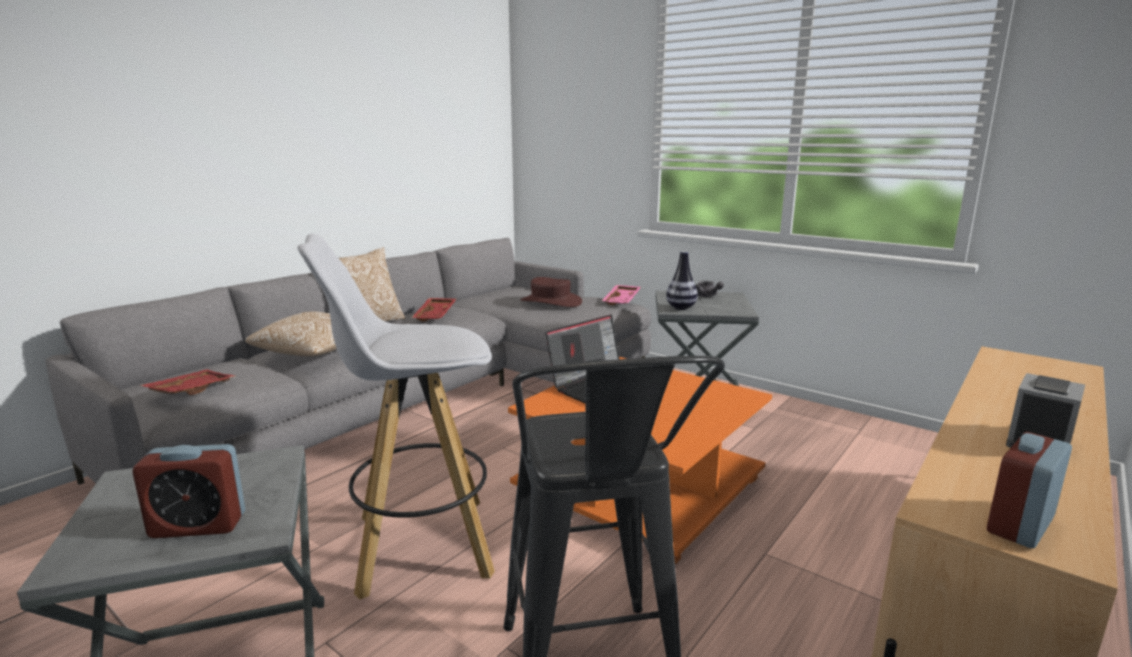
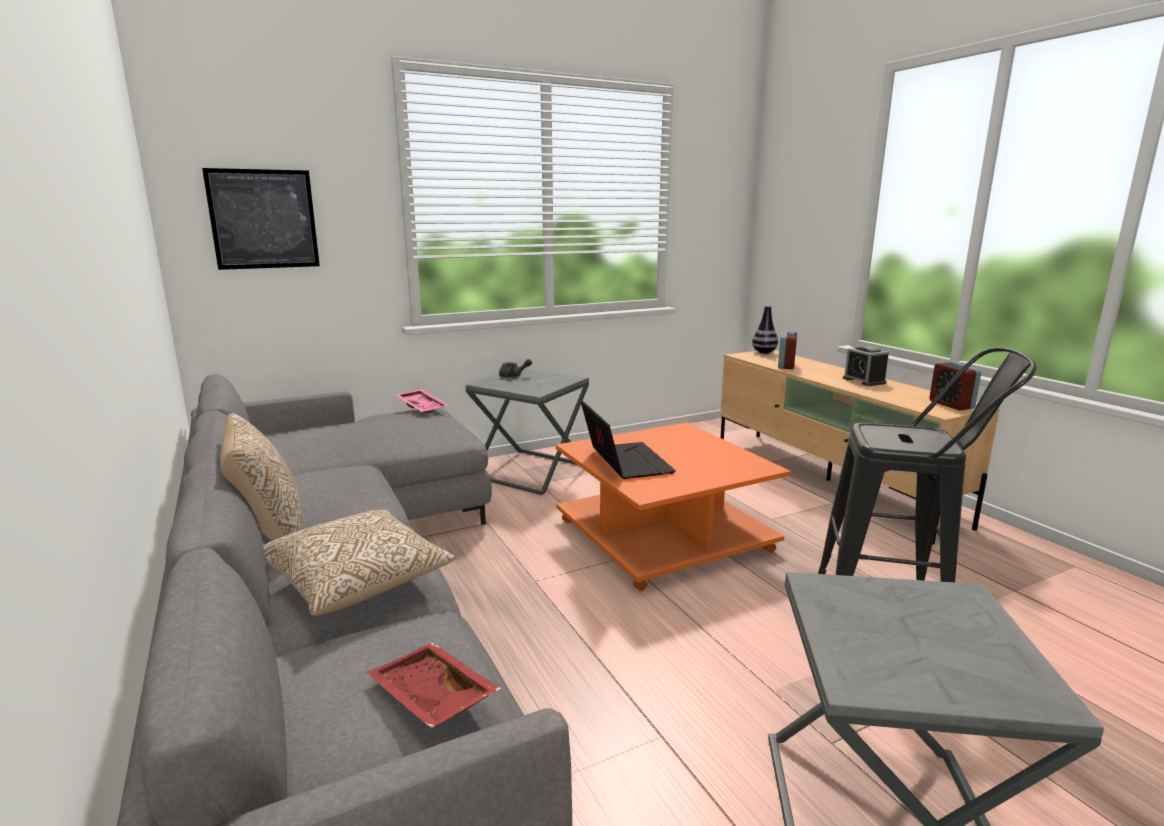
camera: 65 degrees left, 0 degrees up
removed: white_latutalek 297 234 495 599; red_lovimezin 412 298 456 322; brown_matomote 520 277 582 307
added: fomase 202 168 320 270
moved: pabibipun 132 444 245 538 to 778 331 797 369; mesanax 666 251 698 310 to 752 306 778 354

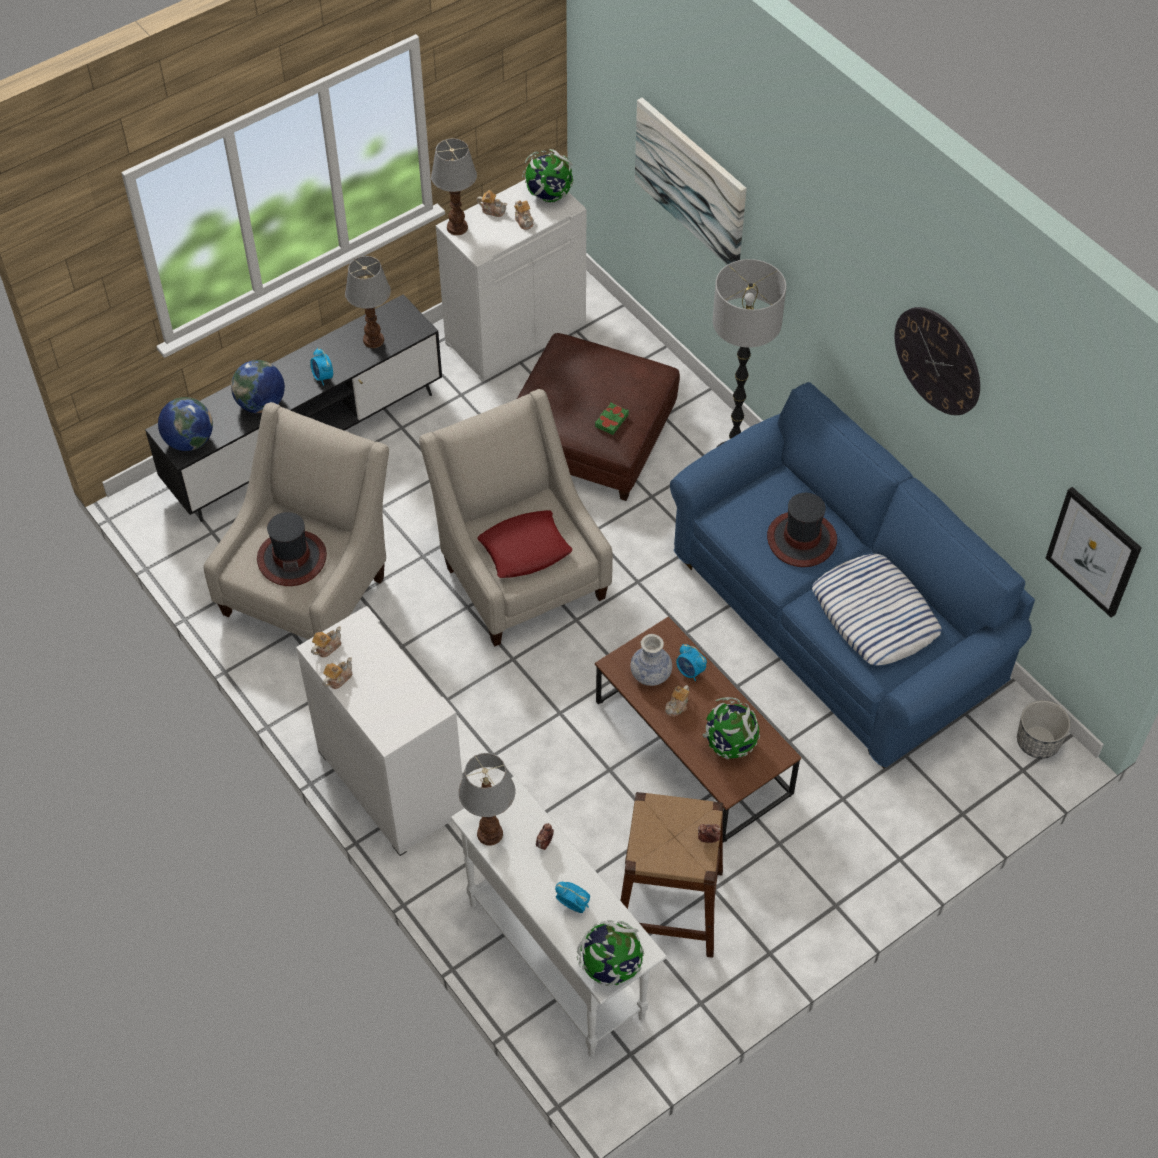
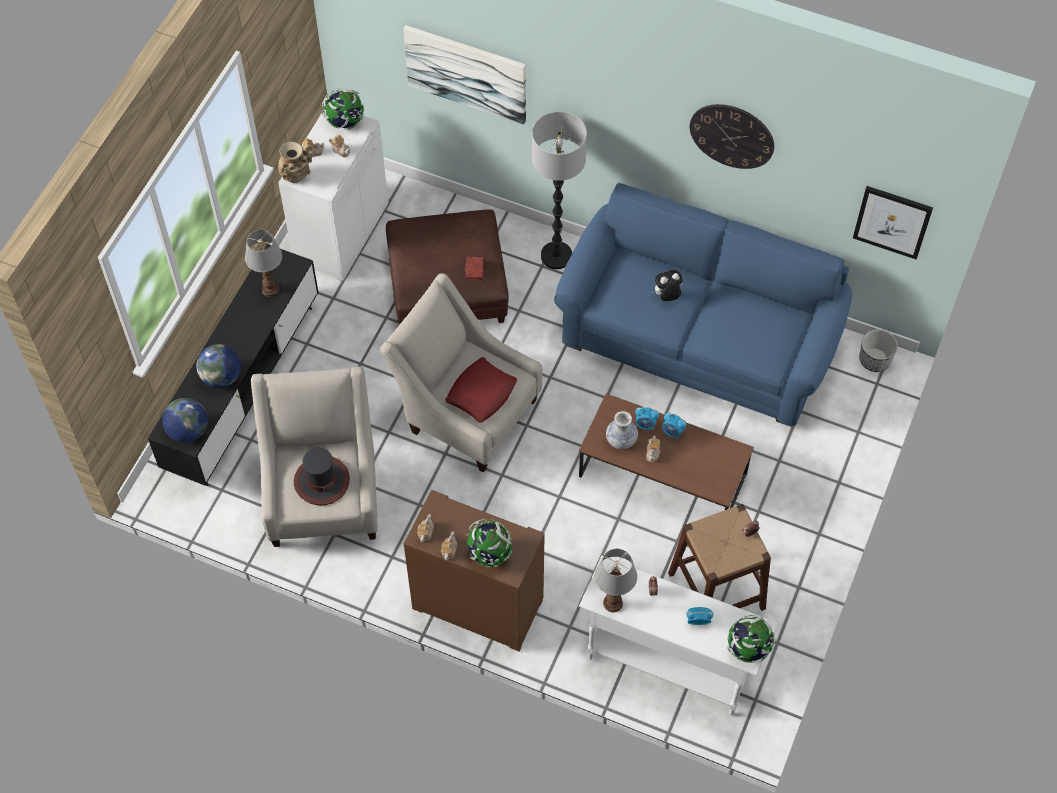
camera: 30 degrees left, 5 degrees up
removed: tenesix 812 554 942 666
moved: pabibipun 310 348 333 386 to 662 413 686 439; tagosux 703 697 760 759 to 466 519 512 568
replaced: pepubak 431 138 477 235 to beige_mesanax 278 141 312 183; matomote 767 493 837 567 to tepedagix 652 270 683 301
recoloured: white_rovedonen 296 606 464 856 to brown_rovedonen 404 490 545 651; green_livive 595 402 629 435 to red_livive 465 257 484 280

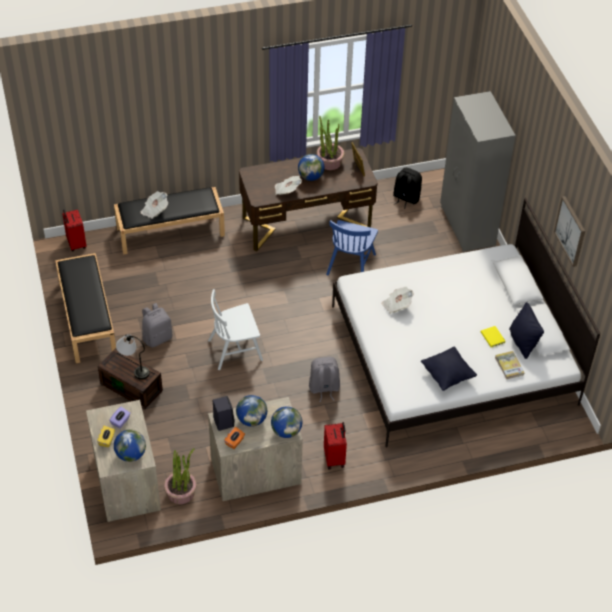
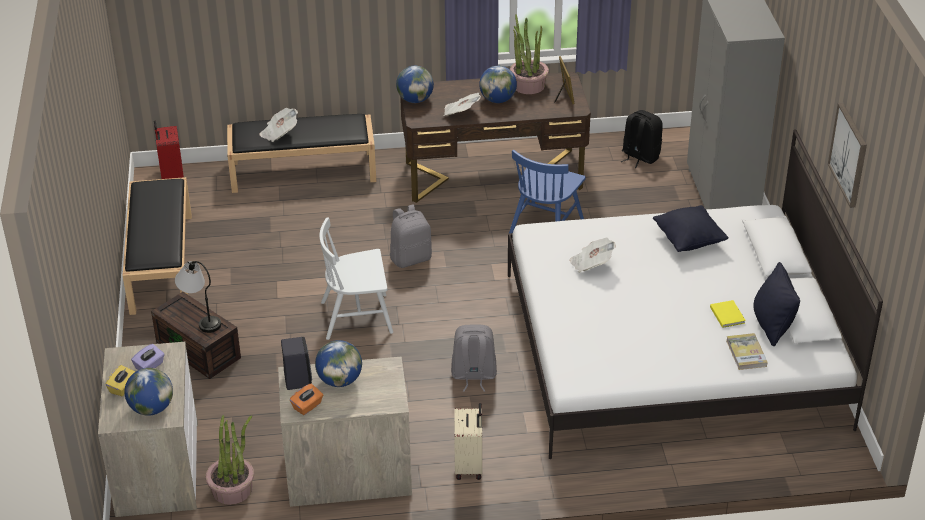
camera: 10 degrees right, 10 degrees down
moved: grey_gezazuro 142 303 172 348 to 390 205 432 268; tagosux 271 406 302 438 to 396 66 434 103; black_tenesix 421 346 477 391 to 653 205 728 252
recoloured: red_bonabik 324 422 347 469 to beige_bonabik 454 403 482 480

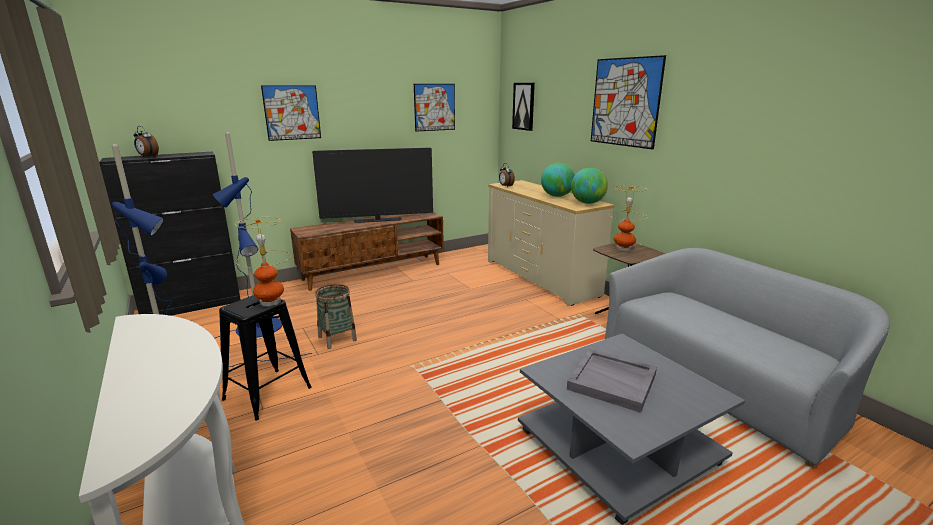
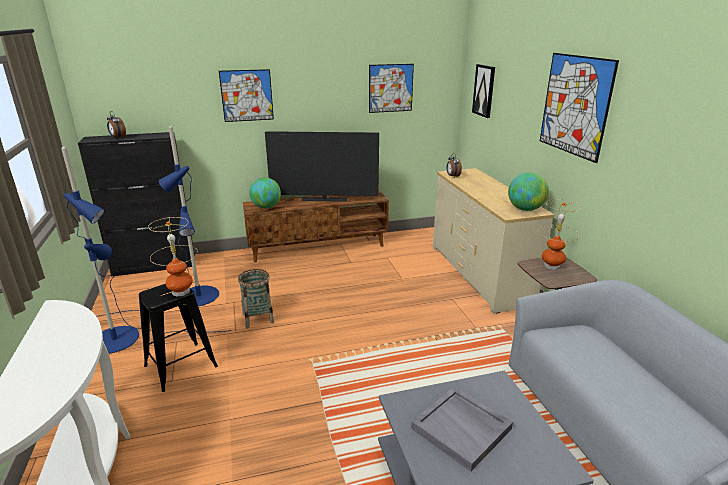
camera: 15 degrees right, 5 degrees up
moved: tagosux 541 163 575 197 to 249 177 281 208

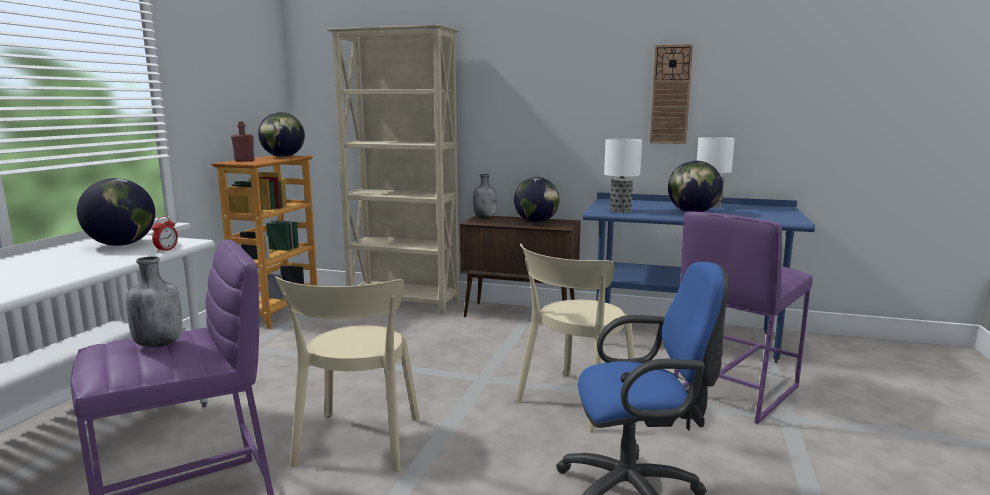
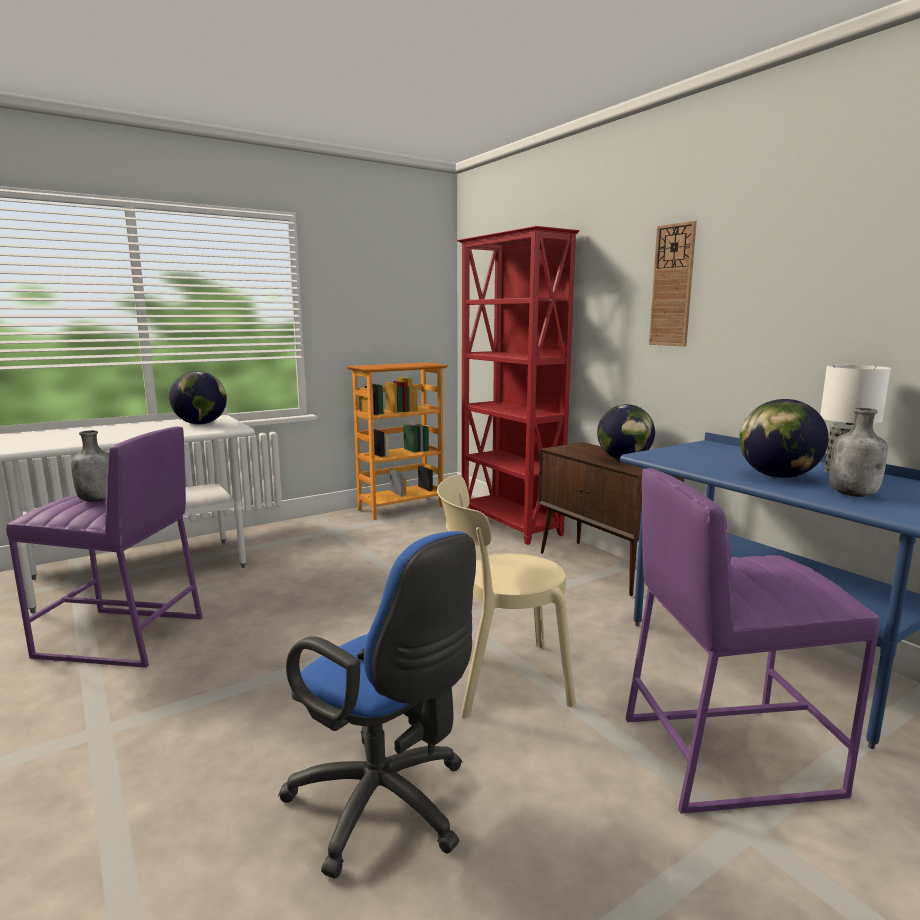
camera: 40 degrees right, 0 degrees up
removed: pabibipun 152 216 178 252; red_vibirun 231 121 255 162; tagosux 258 112 305 157; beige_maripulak 275 276 420 472; pepubak 604 139 642 213
moved: grey_vibirun 473 174 497 218 to 829 408 888 497; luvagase 650 44 693 144 to 649 221 697 346
recoloured: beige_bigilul 327 25 459 314 to red_bigilul 457 226 579 545

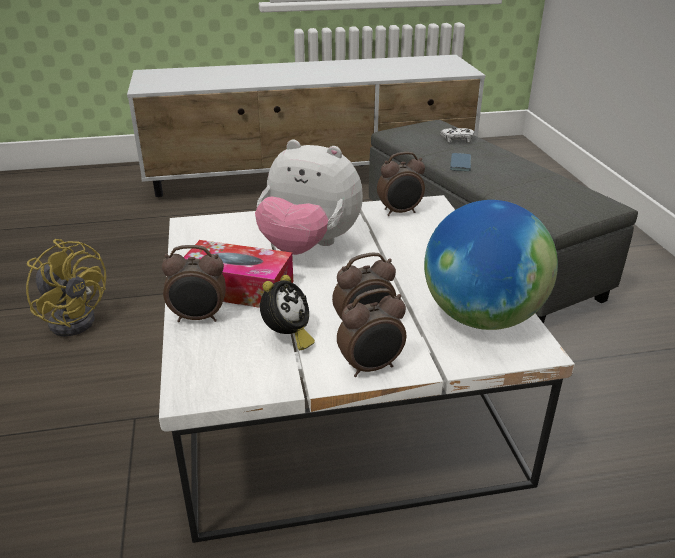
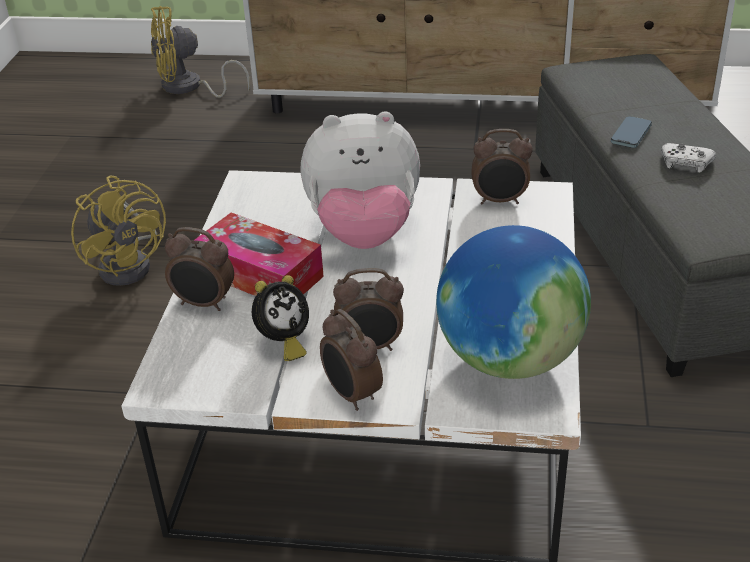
camera: 20 degrees right, 5 degrees up
added: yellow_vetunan 151 6 250 98
moved: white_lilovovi 440 127 474 143 to 661 143 716 173
turned: tepedagix 255 140 363 255 = 301 112 420 249 45 degrees counterclockwise; pabibipun 337 288 406 377 = 320 309 383 411 60 degrees clockwise

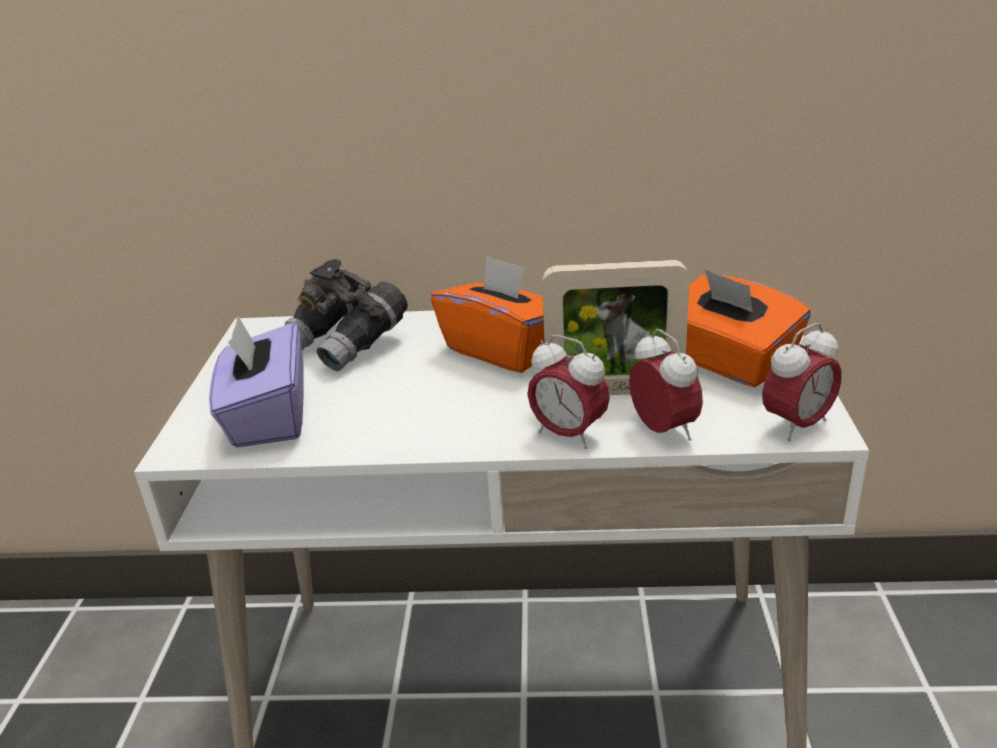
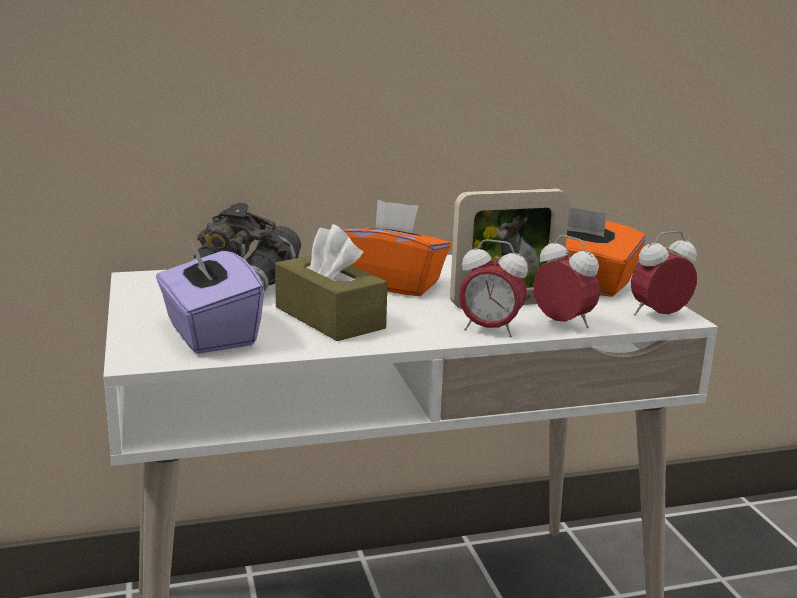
camera: 20 degrees left, 10 degrees down
added: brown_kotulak 275 224 388 341
turned: pabibipun 762 323 841 441 = 631 231 697 315 150 degrees counterclockwise

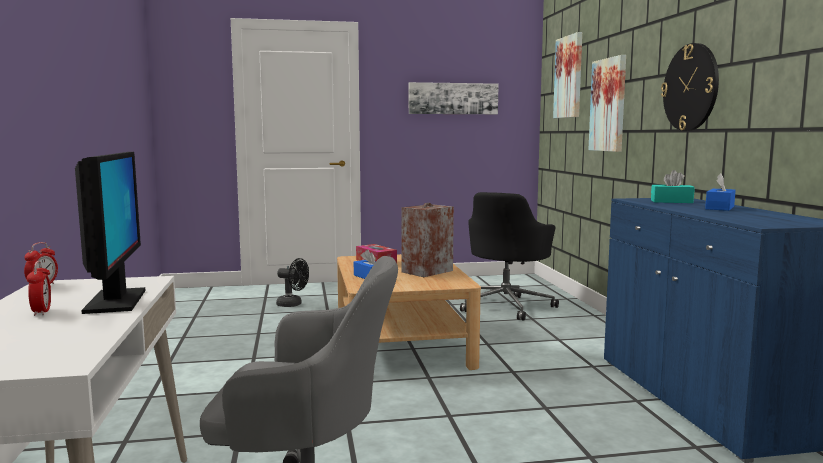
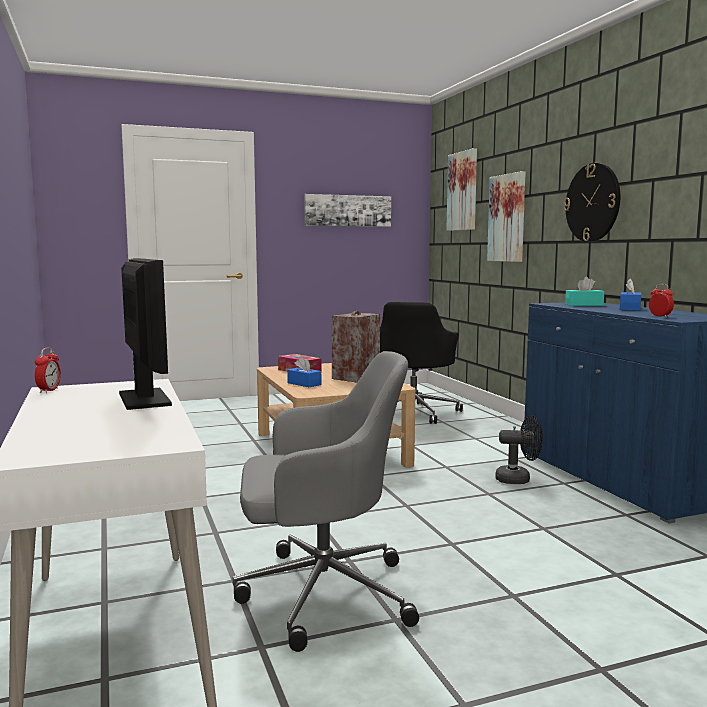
camera: 10 degrees left, 0 degrees up
moved: pabibipun 27 261 51 316 to 649 284 674 317; black_vetunan 276 258 309 307 to 495 415 543 484

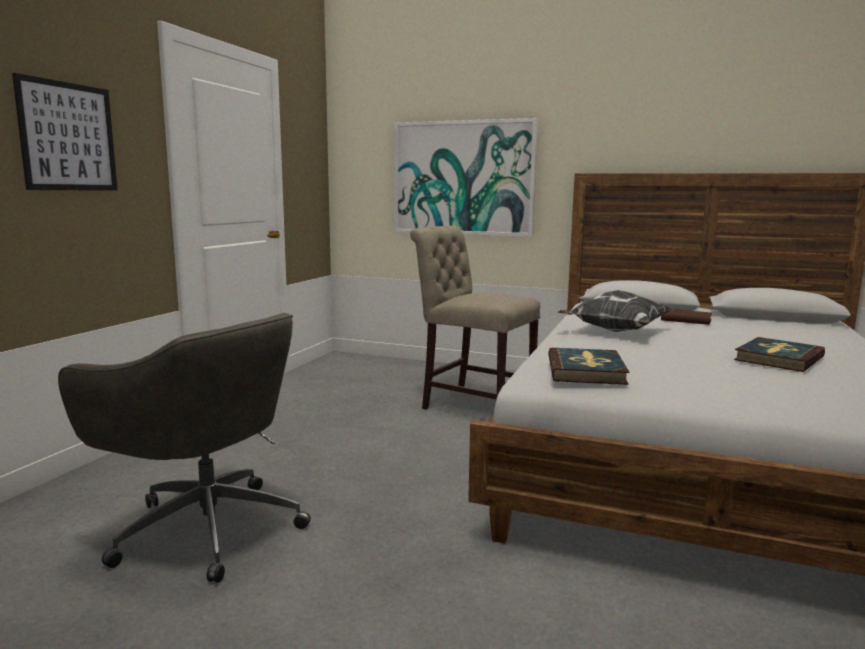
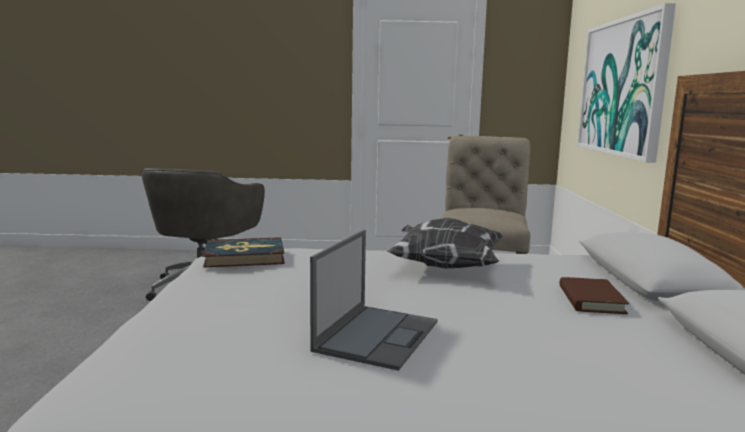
camera: 70 degrees right, 0 degrees up
removed: fomase 12 73 118 191
replaced: livive 734 337 825 372 to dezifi 310 230 437 371

